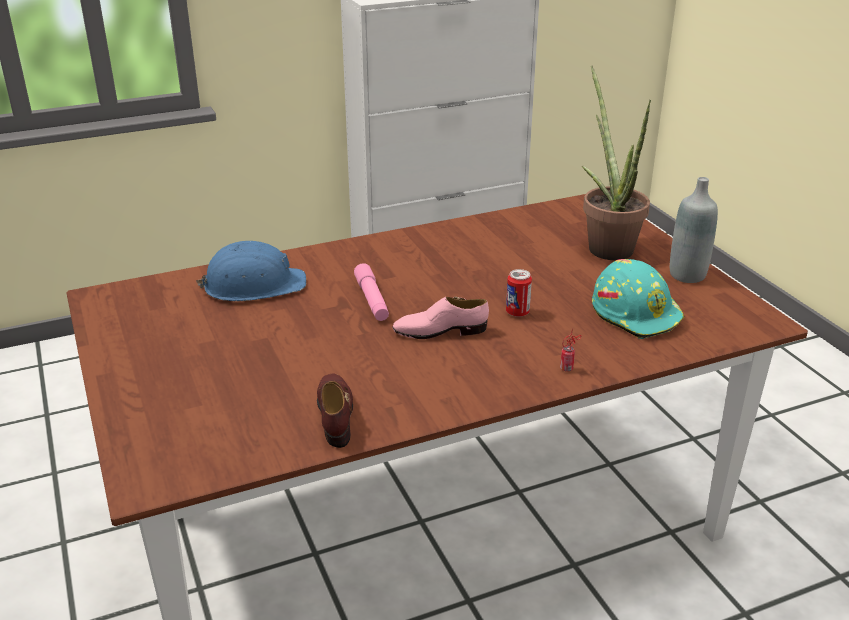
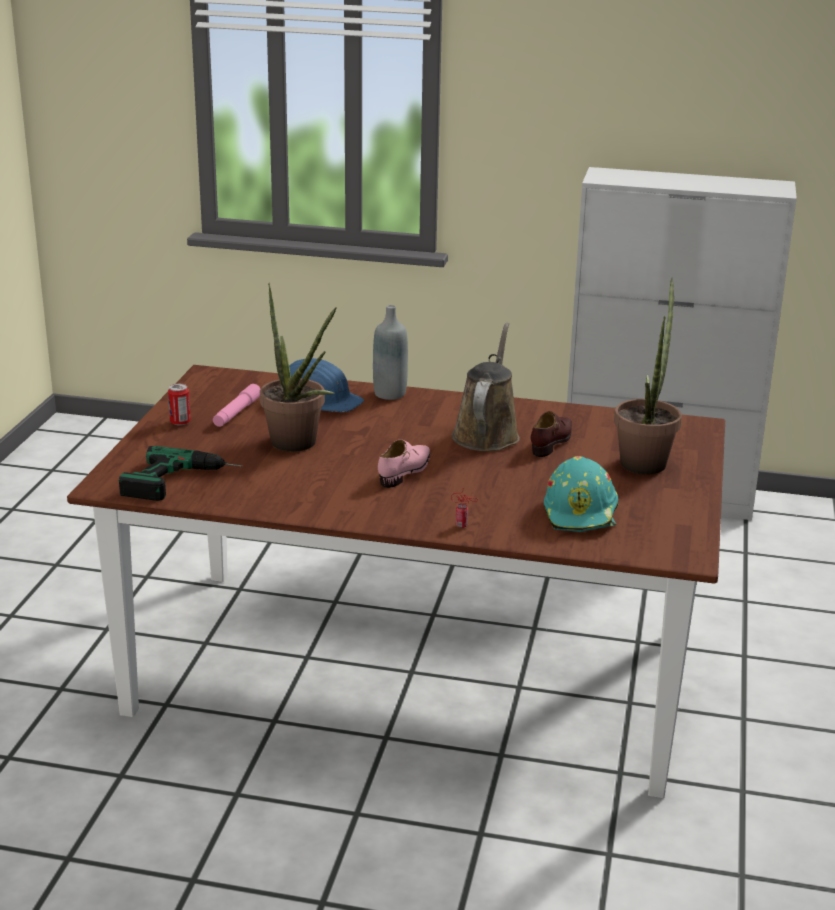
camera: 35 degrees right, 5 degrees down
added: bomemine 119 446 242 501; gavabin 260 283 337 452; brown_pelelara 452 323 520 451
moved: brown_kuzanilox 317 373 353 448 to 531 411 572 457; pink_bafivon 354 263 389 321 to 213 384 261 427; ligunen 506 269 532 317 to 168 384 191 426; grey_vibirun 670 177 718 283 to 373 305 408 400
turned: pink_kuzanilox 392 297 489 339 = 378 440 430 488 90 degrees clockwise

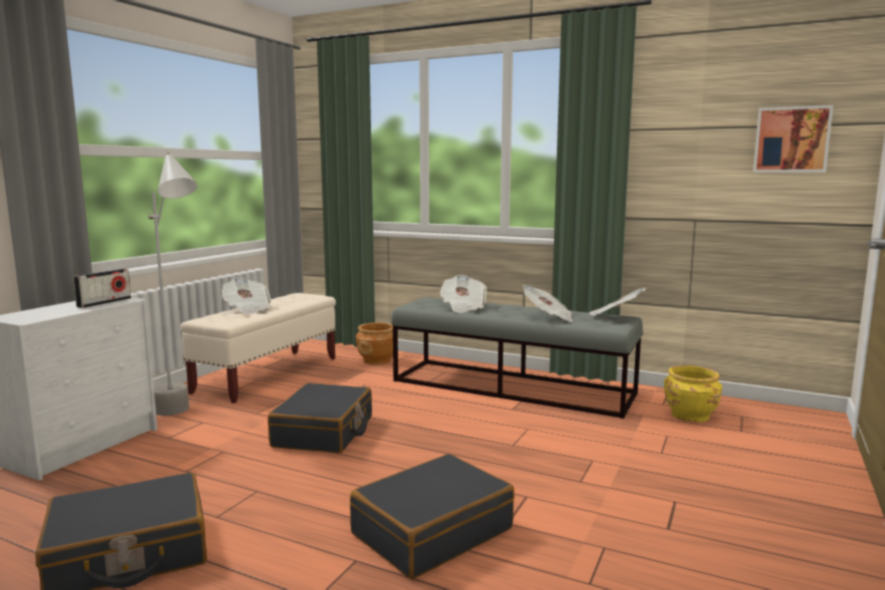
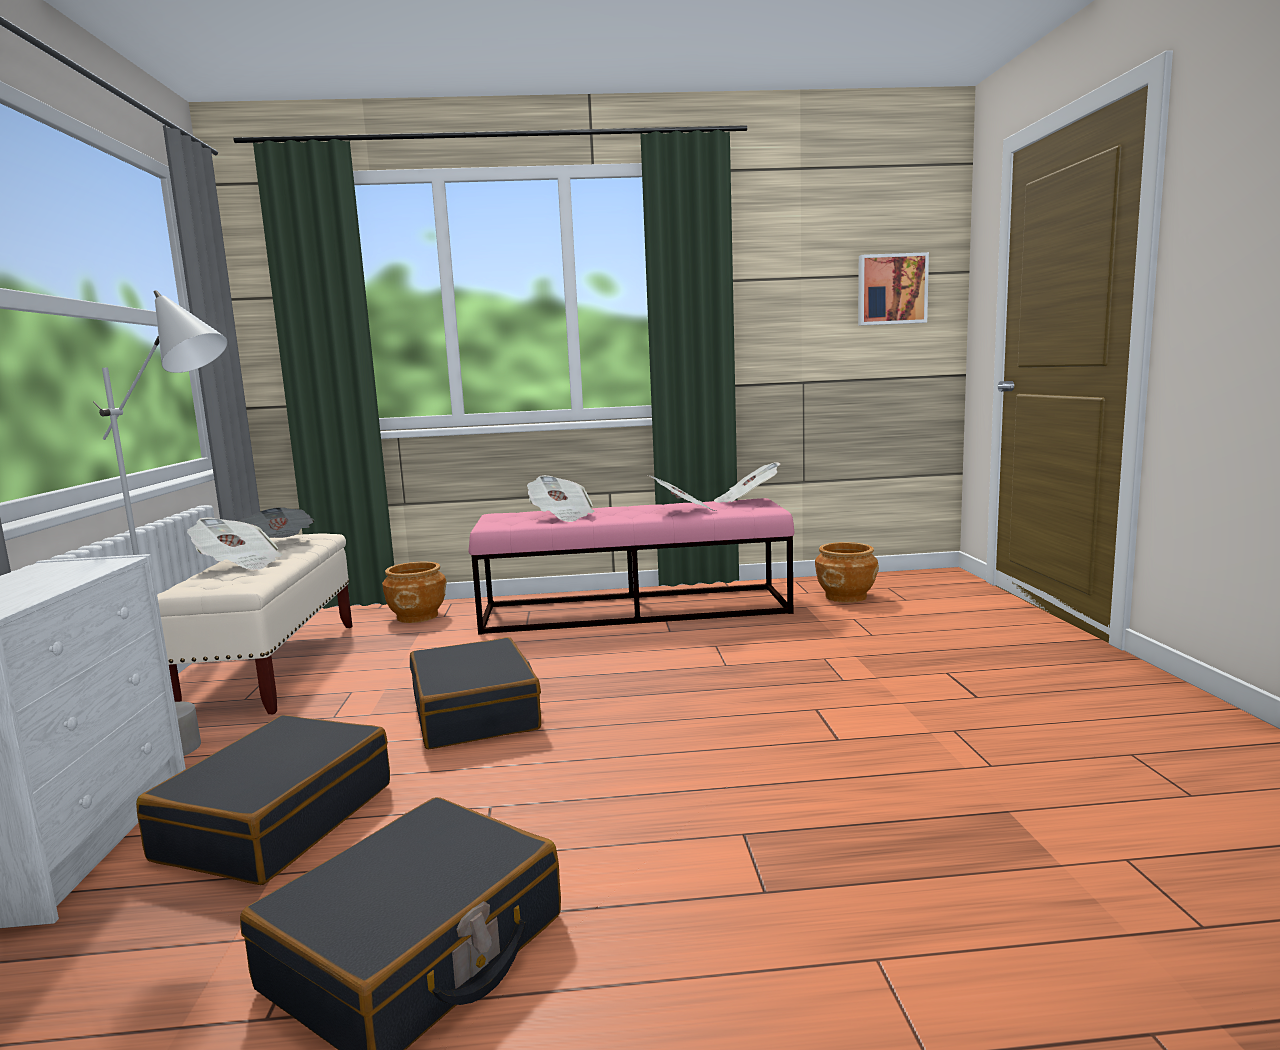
camera: 30 degrees left, 0 degrees up
removed: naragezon 73 269 131 308
added: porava 238 507 314 538
moved: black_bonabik 350 454 514 579 to 136 715 390 885
recoloured: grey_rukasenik 391 297 643 419 to pink_rukasenik 468 498 794 635; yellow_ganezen 664 365 722 422 to brown_ganezen 815 542 879 603

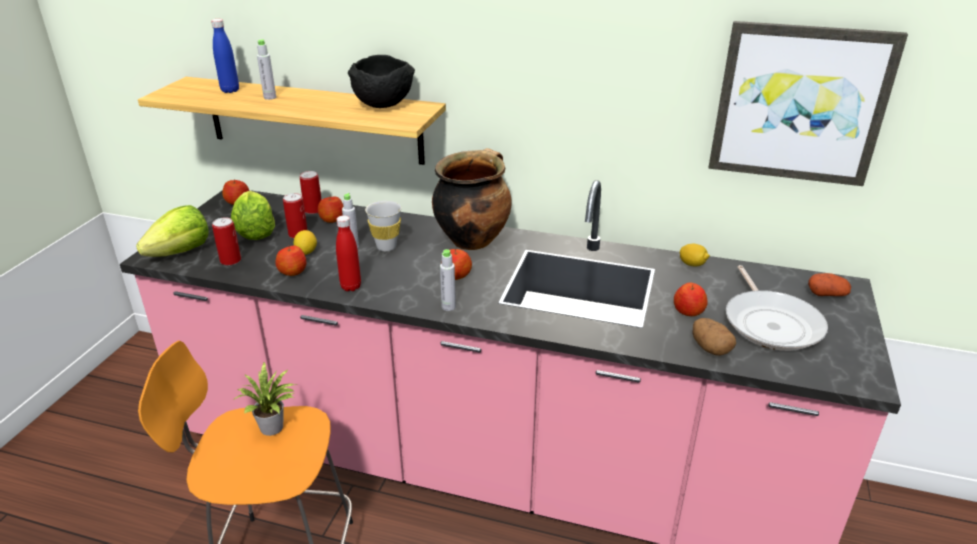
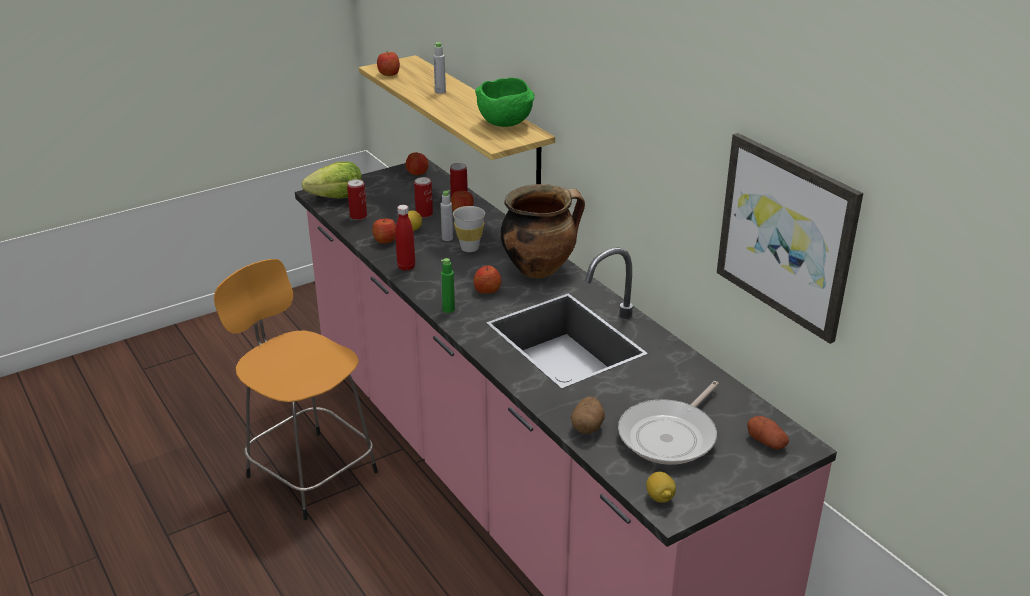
camera: 40 degrees right, 0 degrees up
removed: blue_vibirun 211 19 239 93; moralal 231 191 275 240; gavabin 233 361 295 436
moved: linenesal 674 283 708 316 to 377 52 400 76; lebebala 680 244 710 267 to 646 472 676 503
recoloured: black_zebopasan 348 55 415 108 to green_zebopasan 475 78 534 127; grey_vibirun 440 249 456 311 to green_vibirun 441 258 455 313

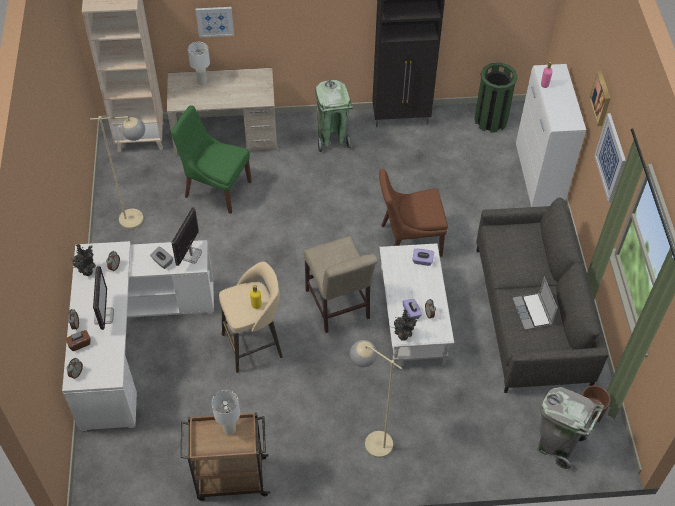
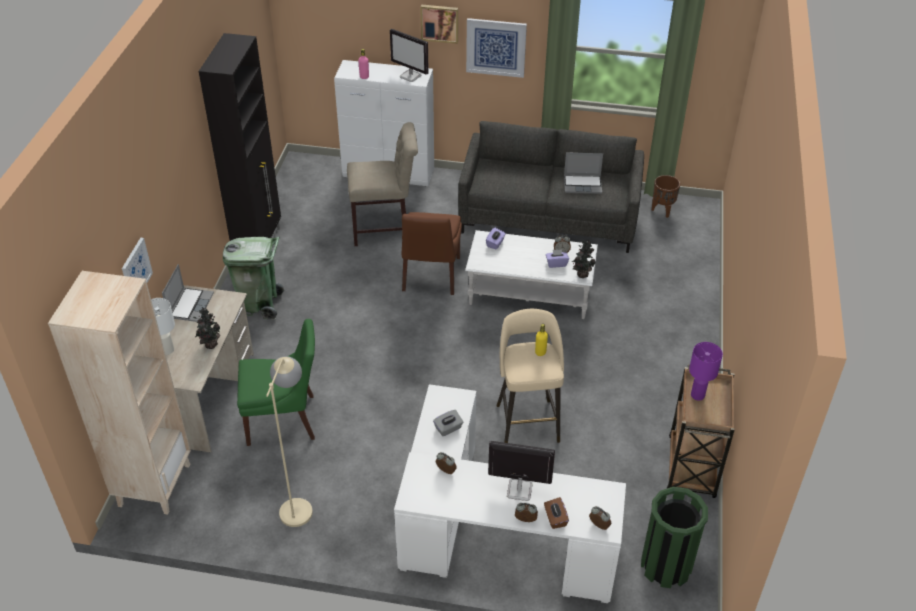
camera: 75 degrees left, 10 degrees down
removed: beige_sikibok 350 340 403 458; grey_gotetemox 537 387 604 470
added: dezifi 162 264 214 322
moved: gavabin 71 244 96 276 to 193 307 220 349; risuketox 171 207 202 266 to 390 28 429 82; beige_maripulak 303 236 378 333 to 347 122 418 246; green_gotetemox 474 63 518 133 to 641 487 708 588
recoloured: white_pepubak 212 390 240 435 to purple_pepubak 689 342 723 401
turned: green_maripulak 171 105 252 214 = 237 319 315 446 135 degrees counterclockwise

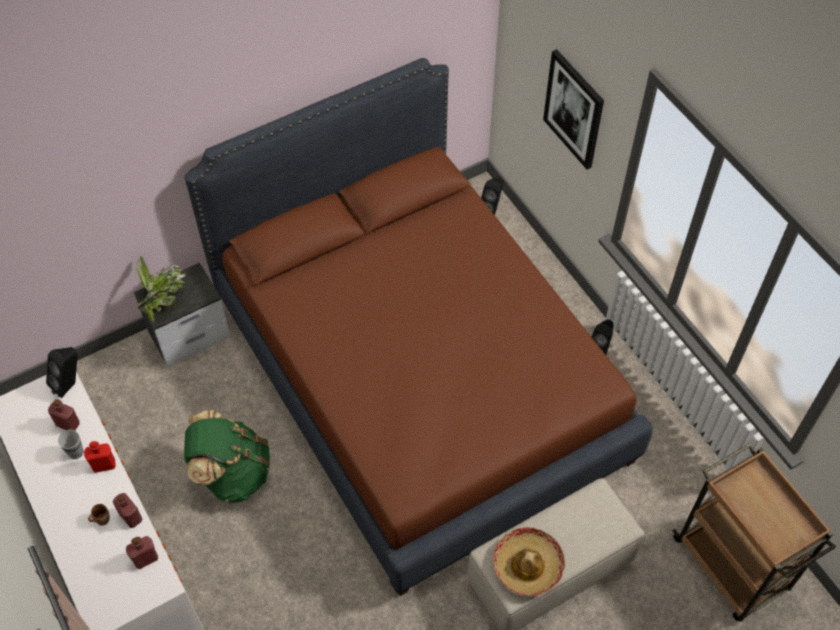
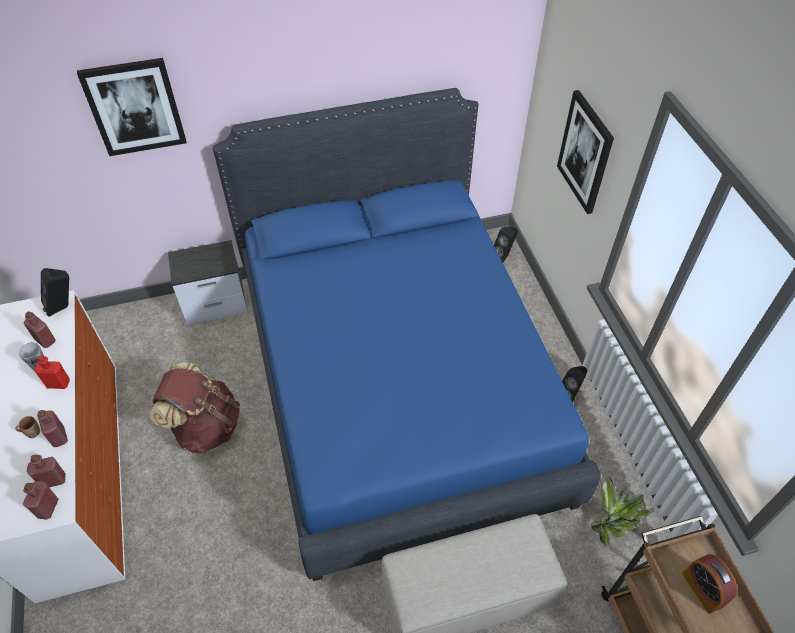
camera: 15 degrees right, 5 degrees down
removed: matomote 493 527 565 596
added: red_vibirun 23 481 59 520; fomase 77 58 187 156; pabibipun 682 554 738 614
moved: gavabin 137 256 186 322 to 591 477 654 547
recoloured: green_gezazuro 184 410 270 503 to brown_gezazuro 150 363 240 453; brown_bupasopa 185 58 653 596 to blue_bupasopa 213 88 601 581

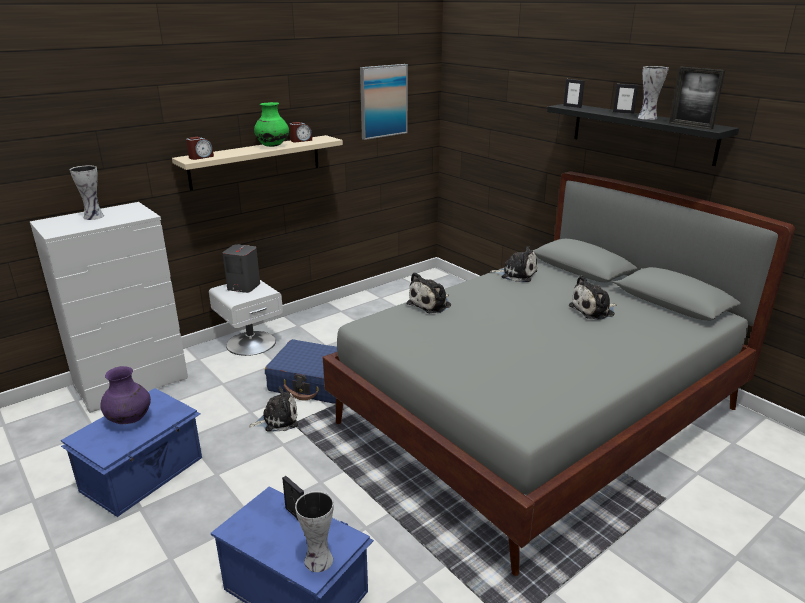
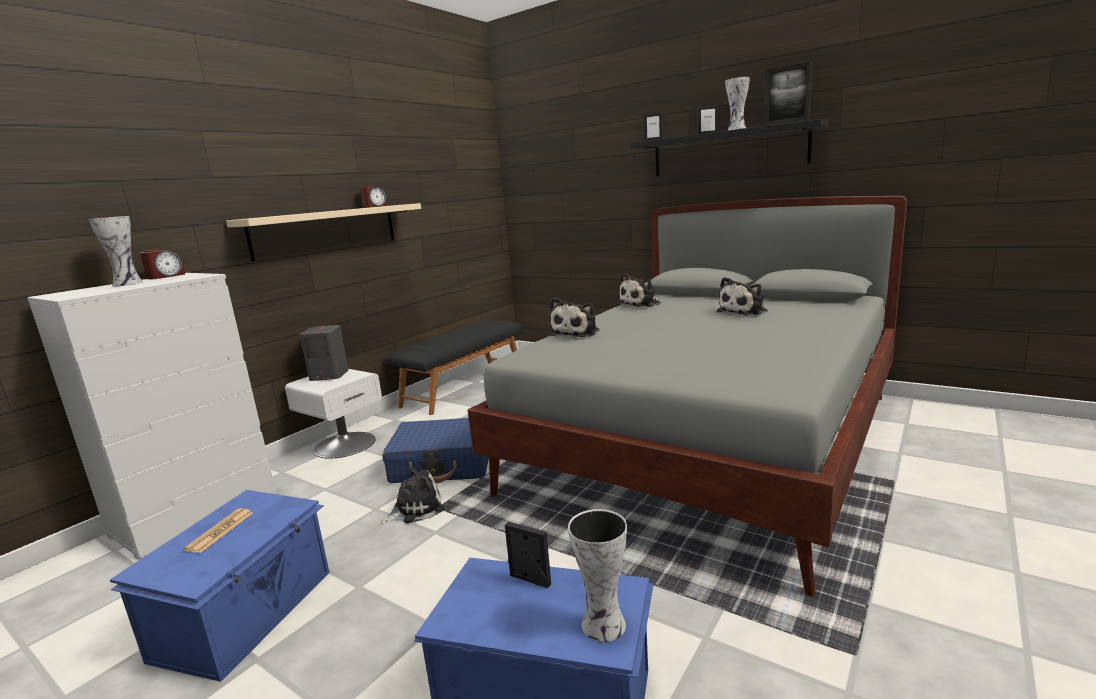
camera: 15 degrees left, 10 degrees down
removed: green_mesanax 254 102 289 147; fomase 360 64 408 140
added: black_rukasenik 386 320 523 415
moved: pabibipun 186 137 214 160 to 140 249 185 279
replaced: purple_mesanax 100 366 151 424 to porava 183 508 253 553
turned: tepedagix 490 246 537 282 = 617 273 661 307 135 degrees clockwise

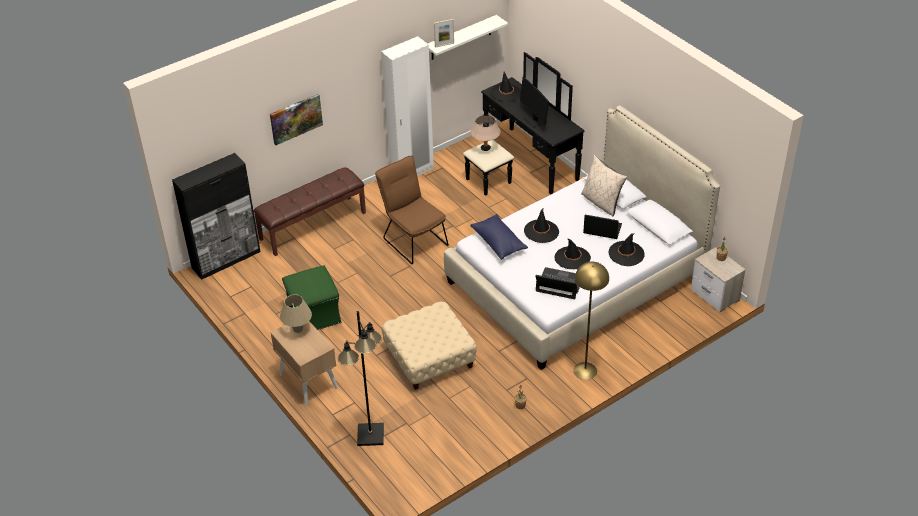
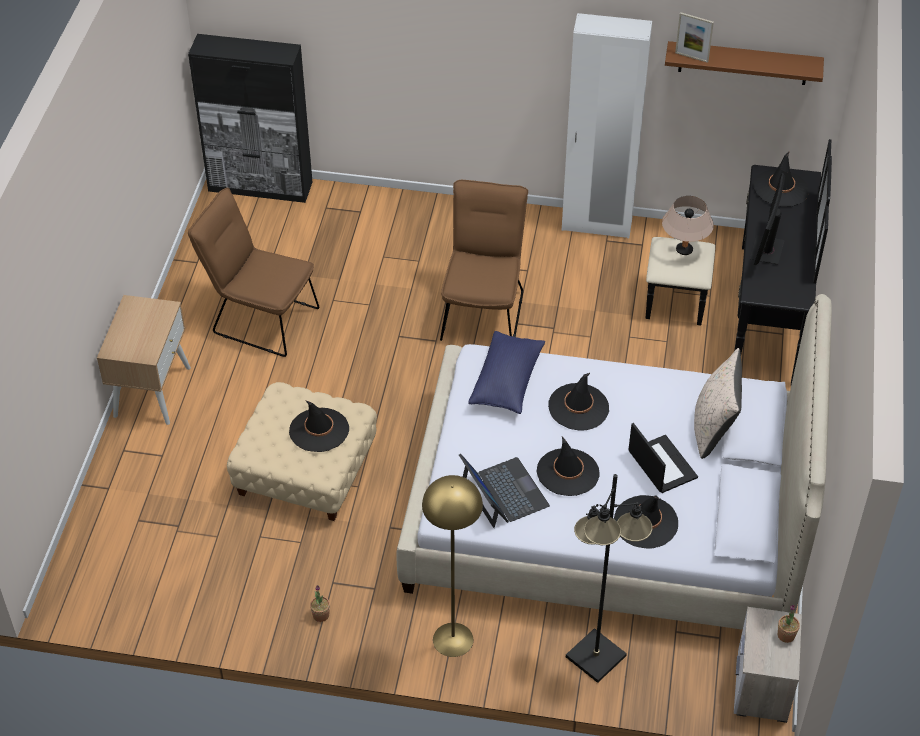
camera: 45 degrees right, 5 degrees up
removed: brown_rukasenik 253 167 366 256; fomase 270 94 323 145; beige_pepubak 280 294 312 333
added: black_matomote 289 400 349 452
moved: black_sikibok 338 311 384 446 to 566 474 653 683
replaced: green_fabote 282 265 341 330 to brown_maripulak 188 188 320 357
recoloured: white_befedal 428 15 508 60 to brown_befedal 665 41 824 85

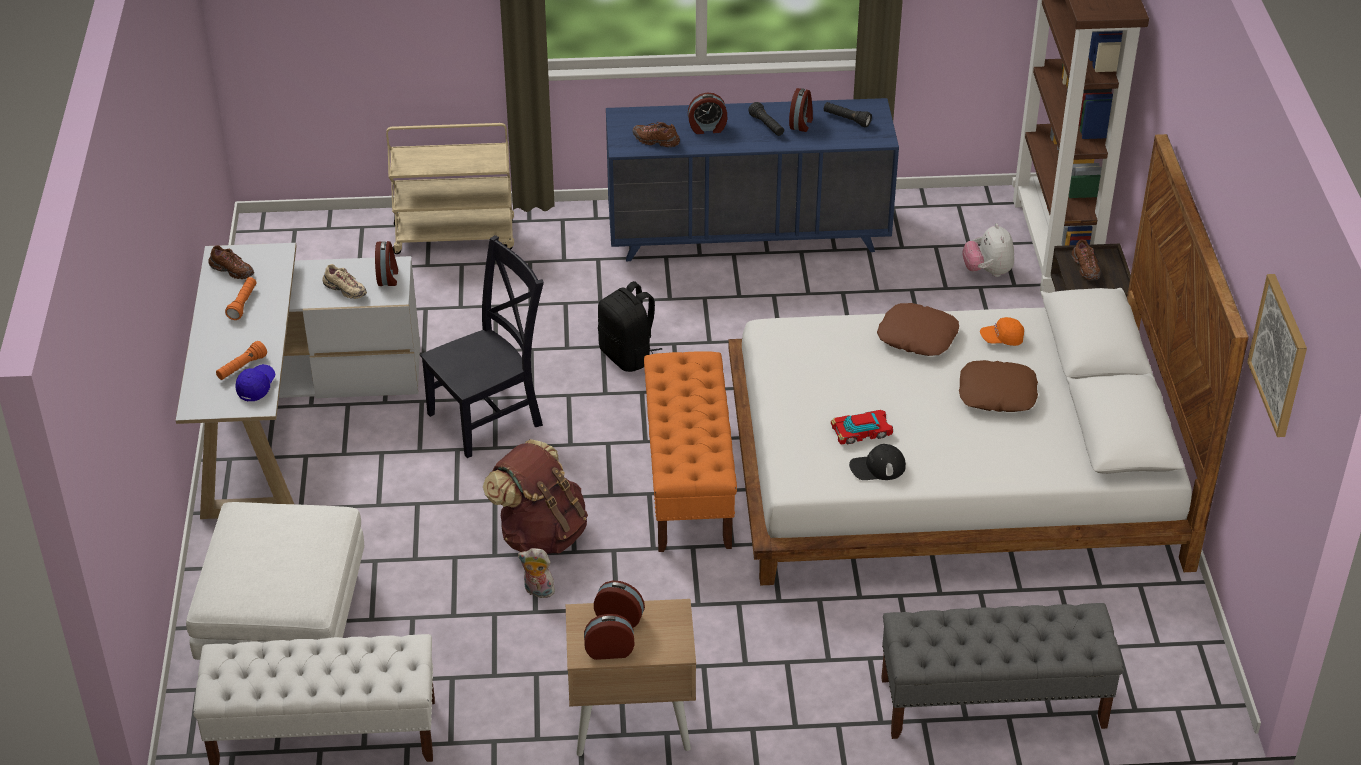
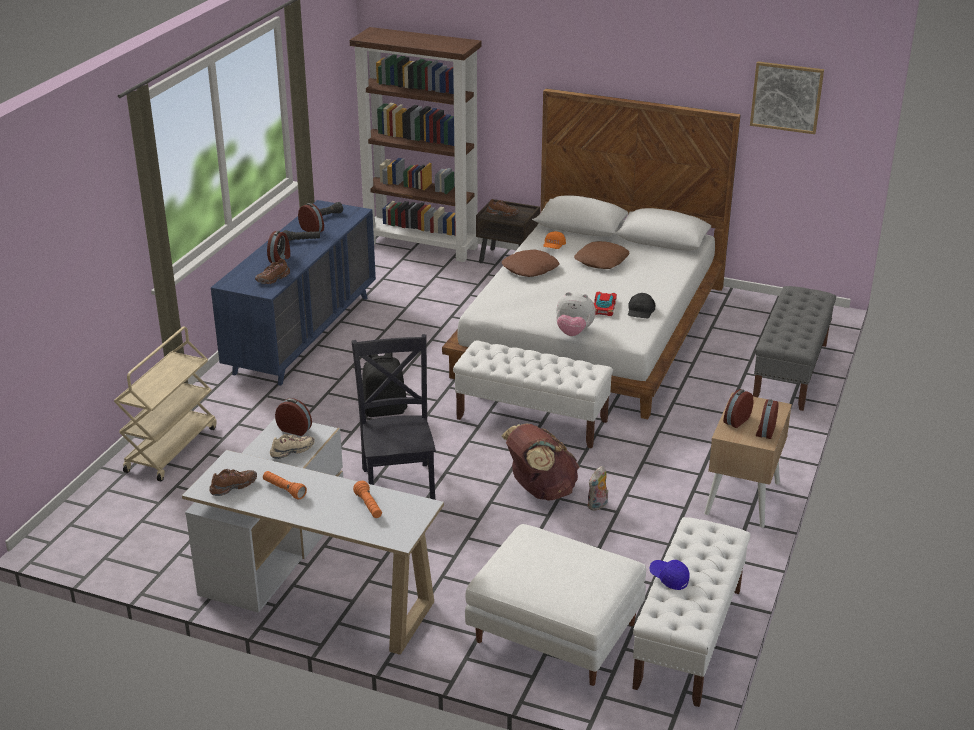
camera: 65 degrees left, 10 degrees down
moved: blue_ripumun 236 364 275 401 to 649 560 690 590; tepedagix 962 223 1014 277 to 556 292 596 336
recoloured: orange_rukasenik 644 351 737 552 to white_rukasenik 453 340 613 449

